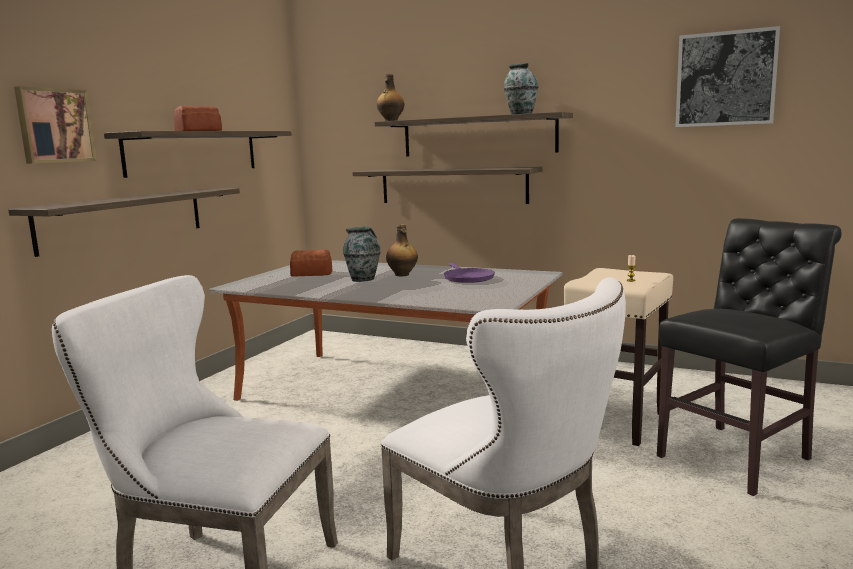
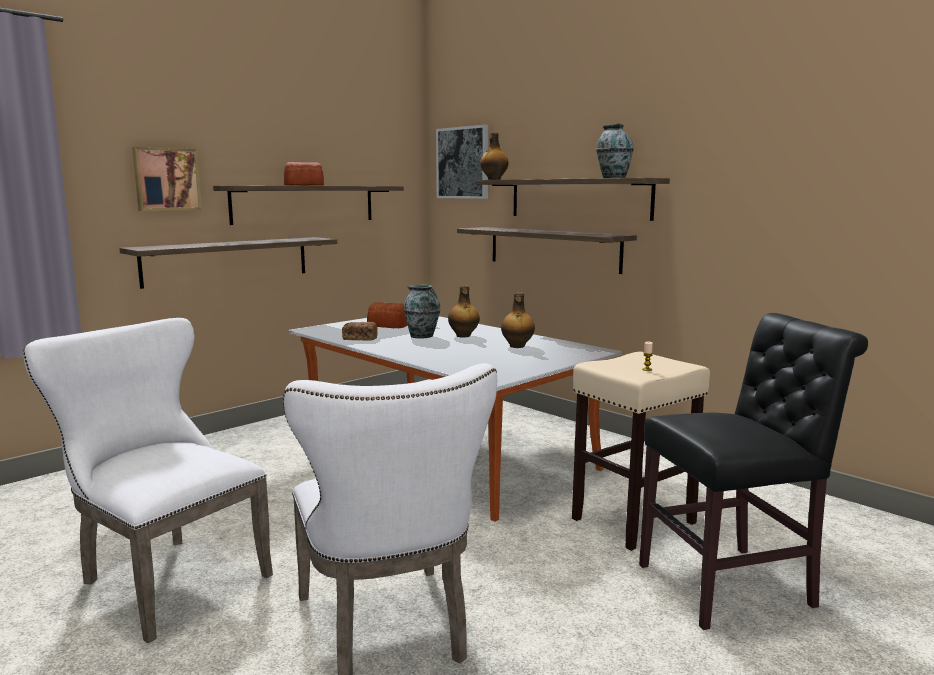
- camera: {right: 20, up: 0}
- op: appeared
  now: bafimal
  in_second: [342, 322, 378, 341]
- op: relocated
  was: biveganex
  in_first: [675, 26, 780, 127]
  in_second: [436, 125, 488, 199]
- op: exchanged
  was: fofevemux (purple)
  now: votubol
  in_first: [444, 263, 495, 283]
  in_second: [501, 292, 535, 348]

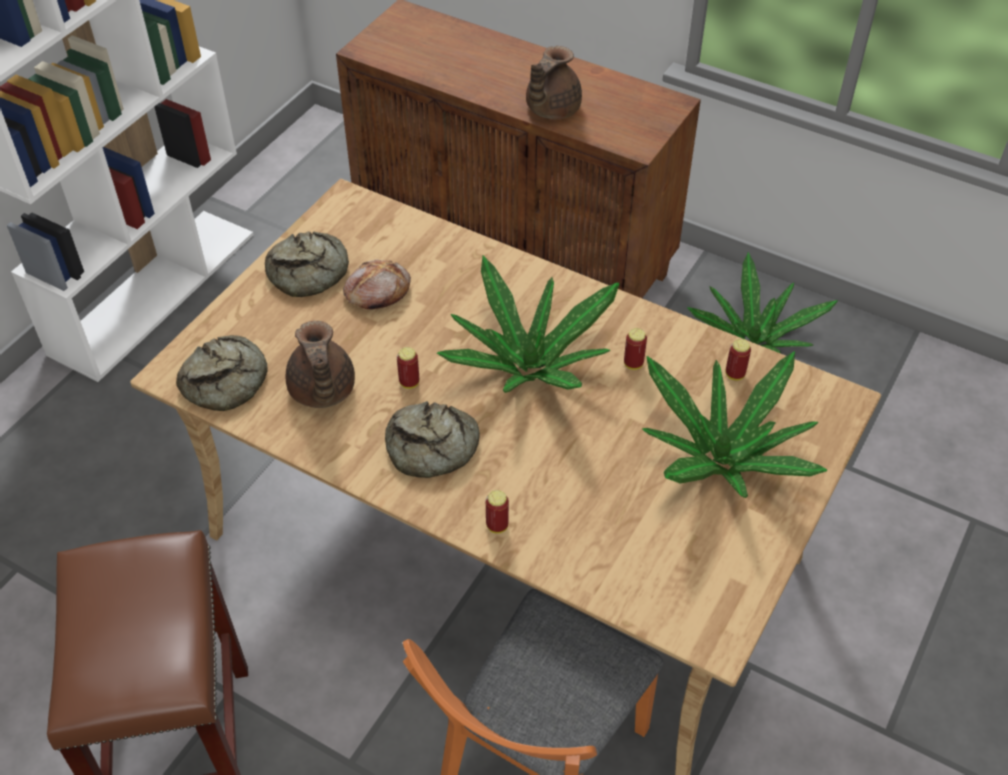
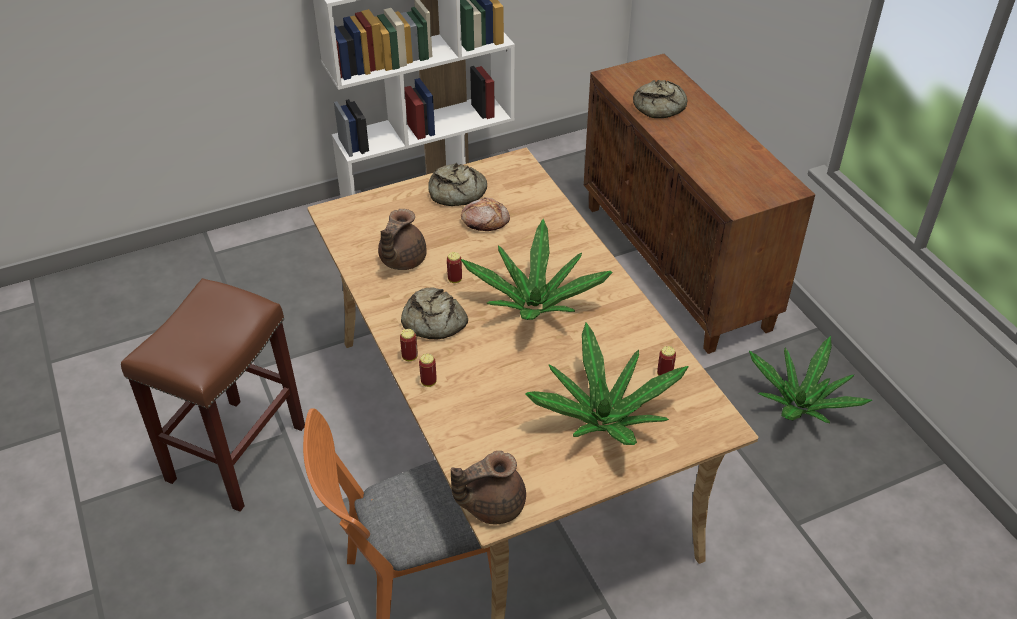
- camera: {right: 35, up: -5}
- op: relocated
  was: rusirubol
  in_first: [624, 328, 647, 370]
  in_second: [400, 329, 418, 361]
- op: relocated
  was: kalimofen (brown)
  in_first: [526, 46, 582, 119]
  in_second: [451, 451, 526, 524]
- op: relocated
  was: bafimal
  in_first: [176, 335, 268, 411]
  in_second: [633, 80, 687, 118]

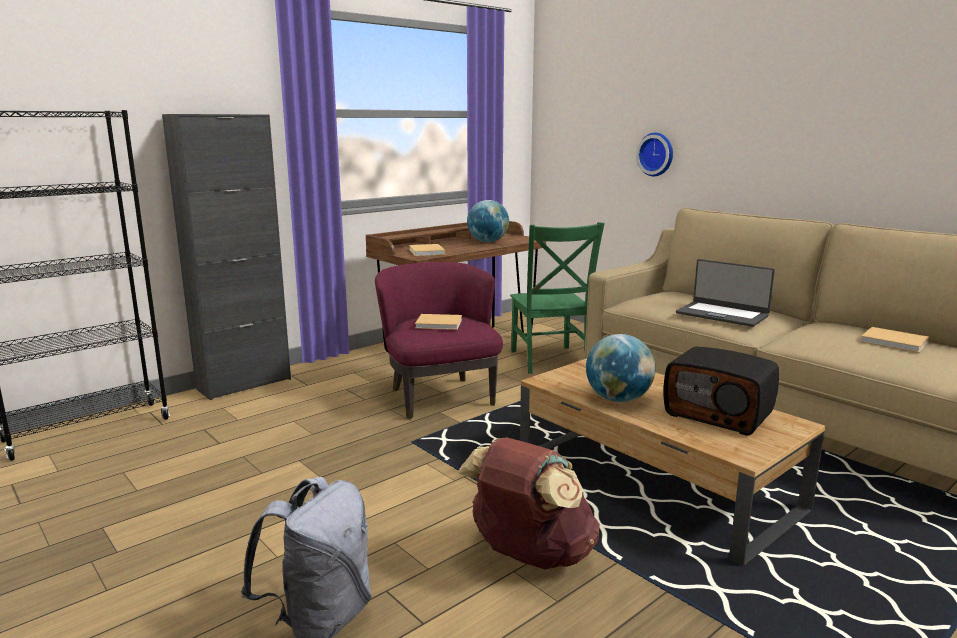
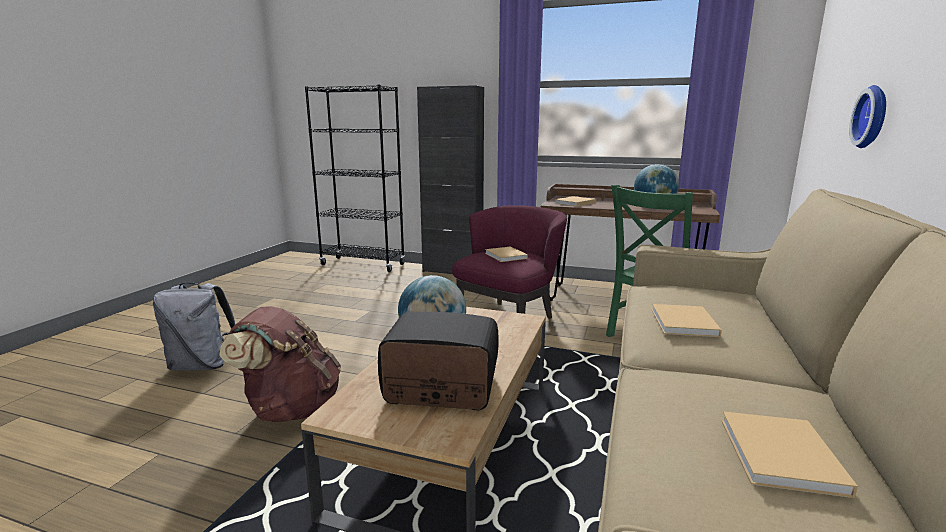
- camera: {right: 60, up: 0}
- op: spun
  was: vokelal
  in_first: [663, 347, 779, 436]
  in_second: [378, 312, 498, 410]
  clockwise: 90
- op: exchanged
  was: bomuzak
  now: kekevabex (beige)
  in_first: [676, 259, 775, 327]
  in_second: [652, 304, 722, 337]

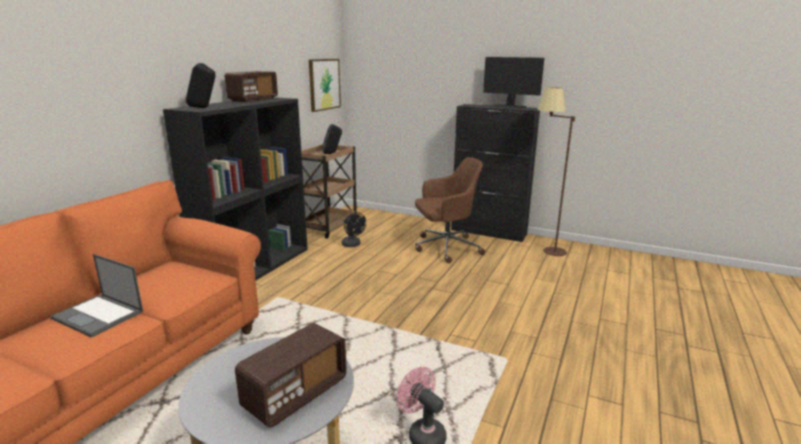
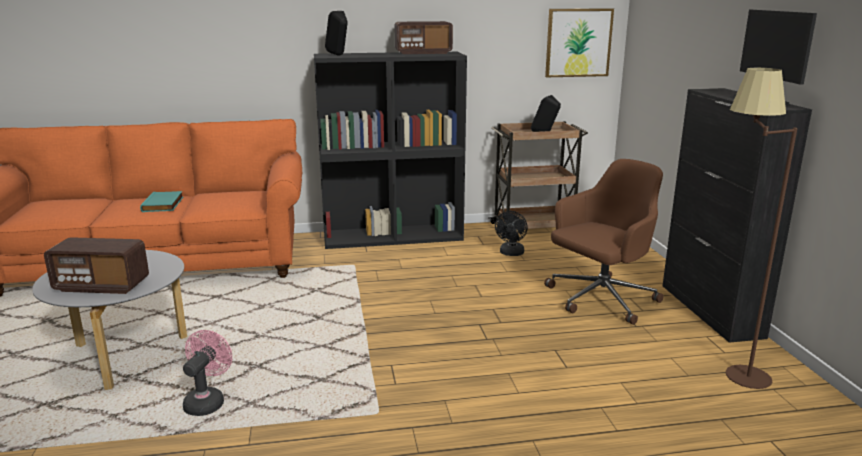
- camera: {right: 55, up: 0}
- op: exchanged
  was: bomuzak
  now: kekevabex (turquoise)
  in_first: [50, 254, 143, 338]
  in_second: [140, 191, 183, 212]
- op: spun
  was: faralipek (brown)
  in_first: [415, 157, 485, 263]
  in_second: [544, 159, 664, 325]
  clockwise: -75

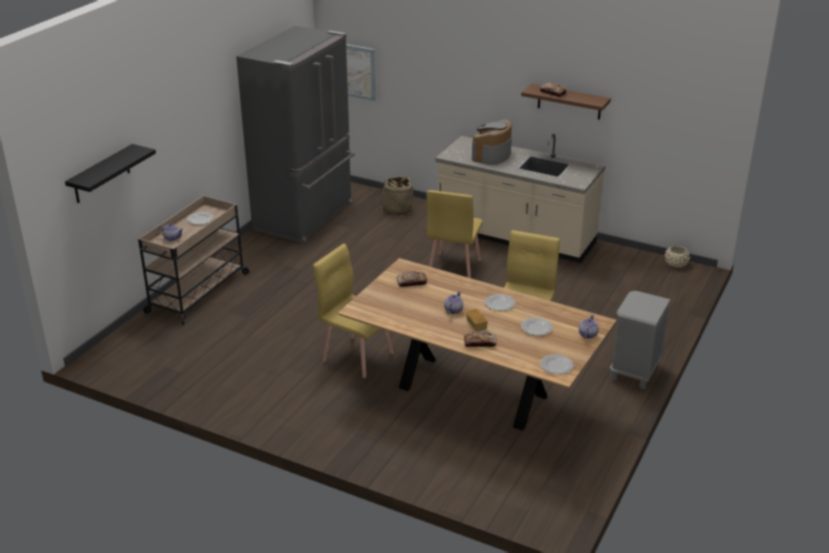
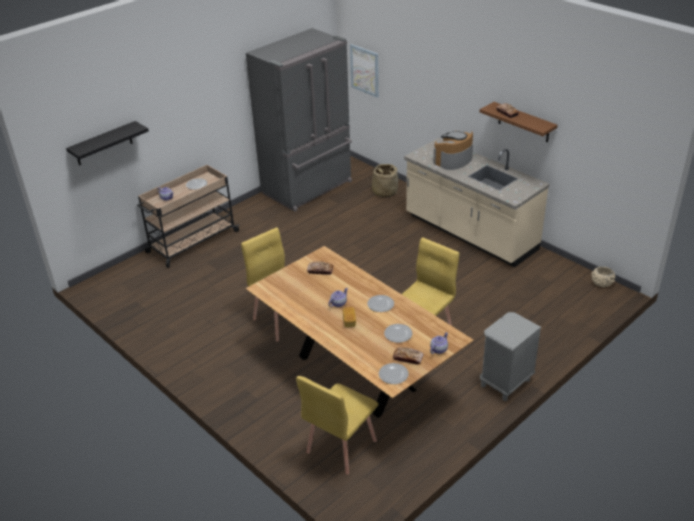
- camera: {right: 20, up: 5}
- op: relocated
  was: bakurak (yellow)
  in_first: [427, 190, 483, 278]
  in_second: [296, 376, 378, 475]
- op: relocated
  was: bafimal
  in_first: [464, 331, 497, 347]
  in_second: [393, 347, 424, 365]

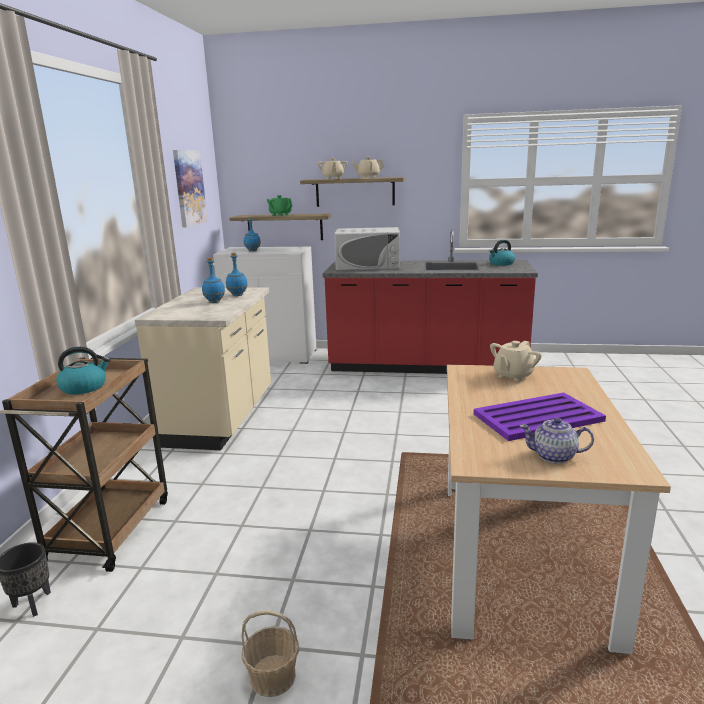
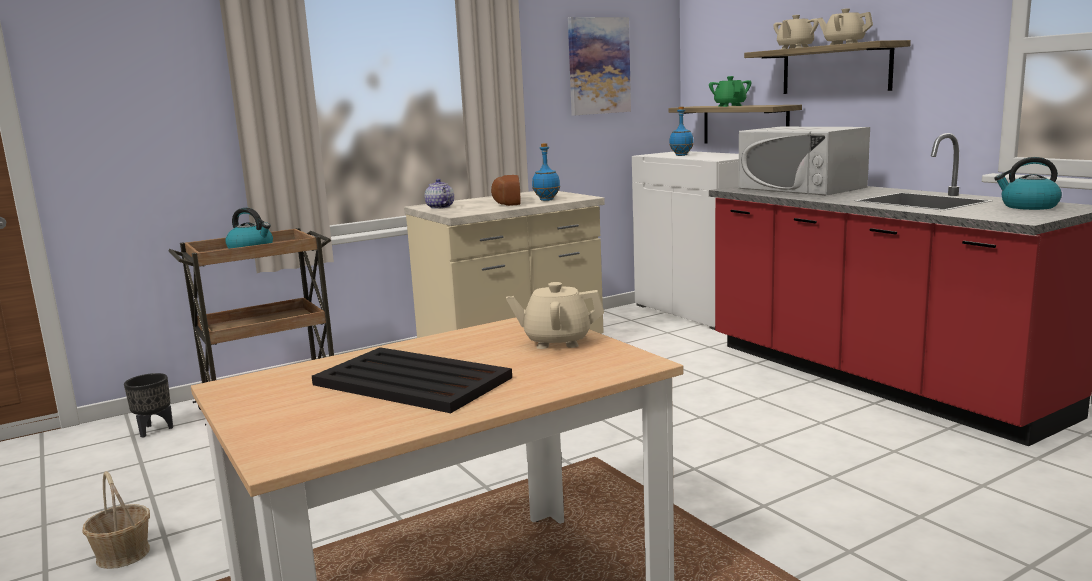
- camera: {right: 50, up: -5}
- op: colour
  was: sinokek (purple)
  now: sinokek (black)
  in_first: [474, 392, 606, 441]
  in_second: [312, 347, 512, 413]
- op: relocated
  was: kalimofen
  in_first: [520, 418, 594, 464]
  in_second: [425, 179, 454, 209]
- op: exchanged
  was: votubol (blue)
  now: bafimal
  in_first: [202, 258, 225, 303]
  in_second: [491, 175, 521, 206]

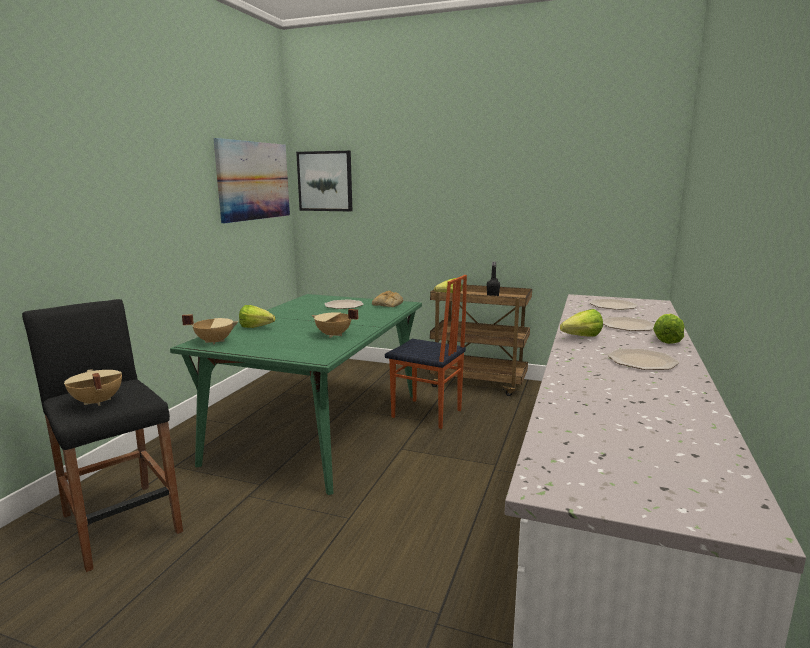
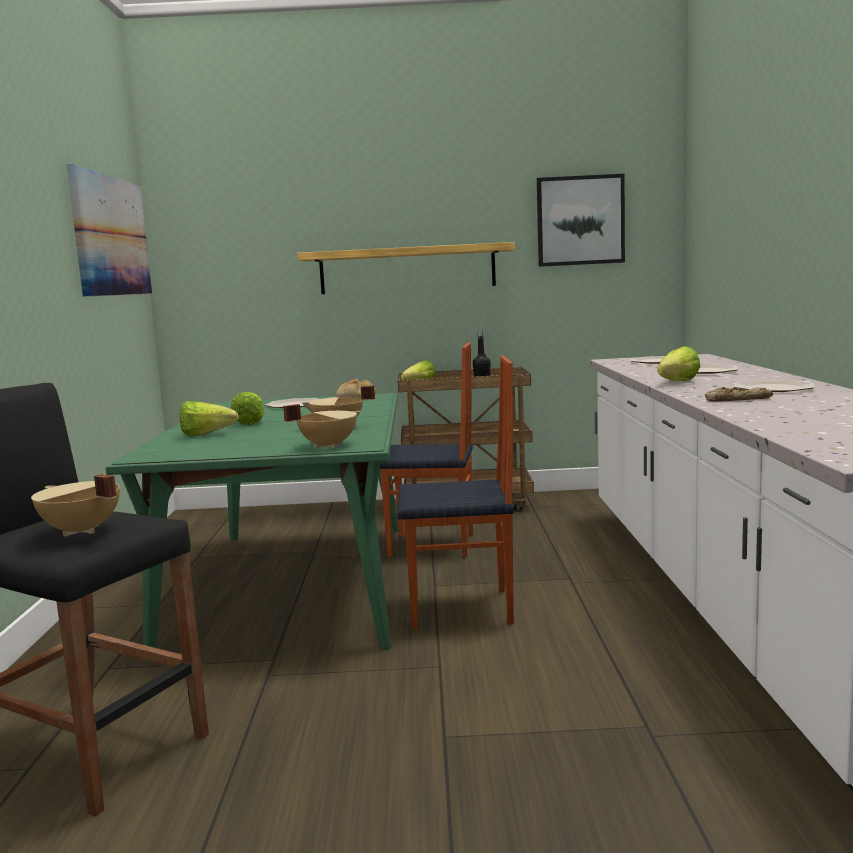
- camera: {right: -20, up: -5}
- op: relocated
  was: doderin
  in_first: [653, 314, 684, 344]
  in_second: [231, 392, 264, 425]
- op: relocated
  was: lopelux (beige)
  in_first: [182, 314, 239, 345]
  in_second: [283, 404, 361, 448]
- op: appeared
  now: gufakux
  in_second: [297, 242, 515, 294]
- op: appeared
  now: bakurak
  in_second: [397, 356, 514, 629]
- op: relocated
  was: biveganex
  in_first: [296, 151, 352, 211]
  in_second: [537, 174, 625, 267]
- op: appeared
  now: bafimal
  in_second: [705, 387, 773, 401]

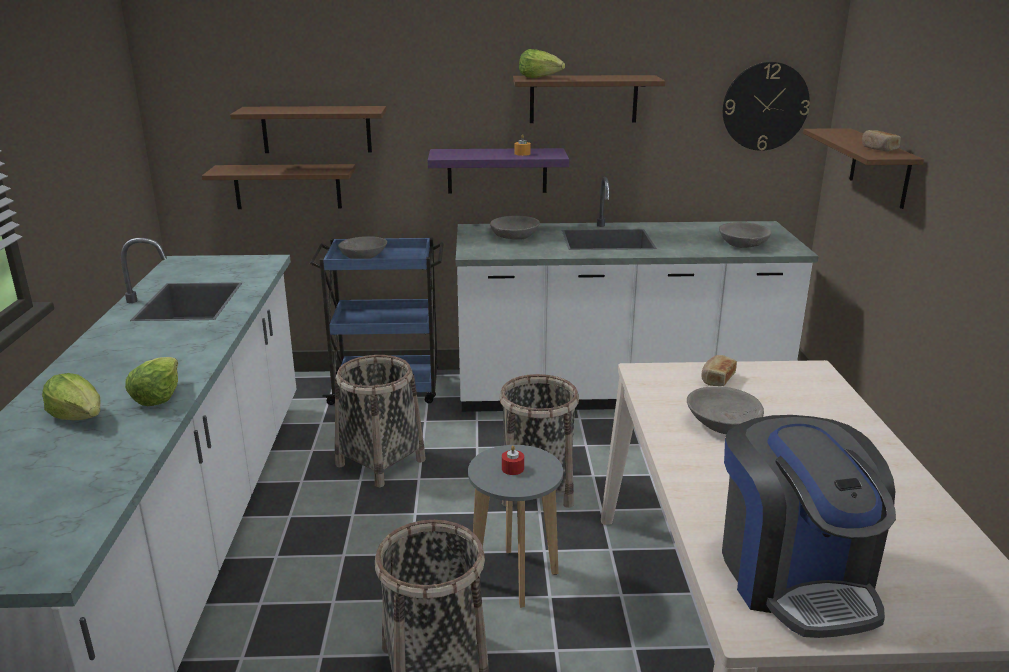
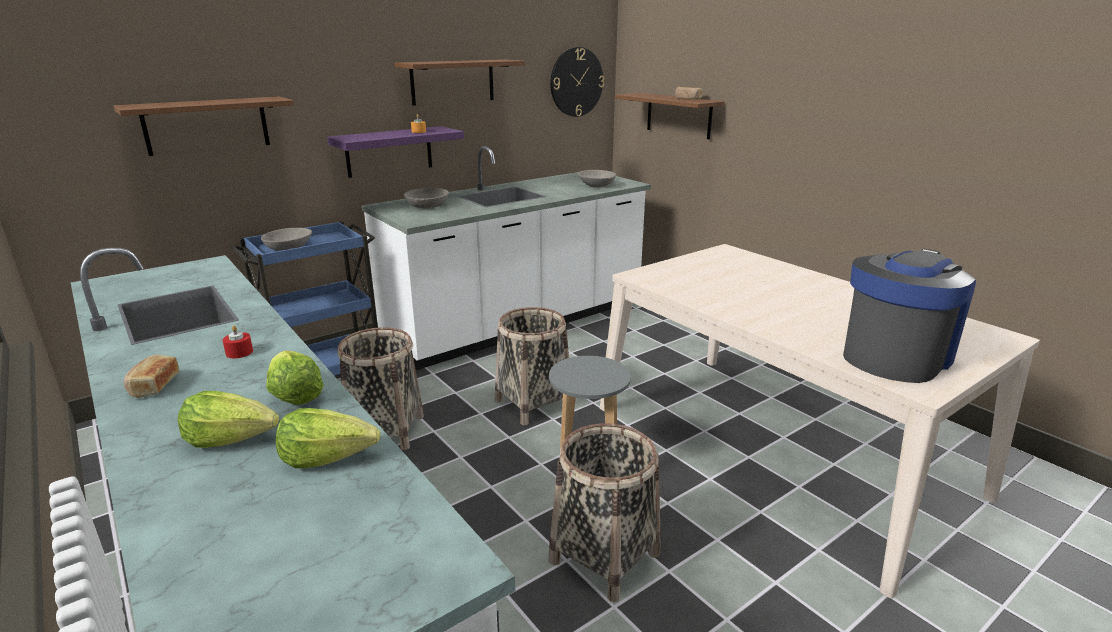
- camera: {right: -35, up: 0}
- op: relocated
  was: bafimal
  in_first: [701, 355, 737, 386]
  in_second: [124, 355, 179, 398]
- op: relocated
  was: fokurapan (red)
  in_first: [502, 445, 524, 475]
  in_second: [222, 325, 253, 358]
- op: relocated
  was: doderin
  in_first: [519, 49, 565, 78]
  in_second: [276, 408, 380, 468]
- op: spun
  was: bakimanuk
  in_first: [722, 415, 896, 638]
  in_second: [843, 249, 976, 383]
  clockwise: -90
- op: missing
  was: gufakux (brown)
  in_first: [202, 164, 356, 209]
- op: missing
  was: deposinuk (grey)
  in_first: [687, 386, 764, 434]

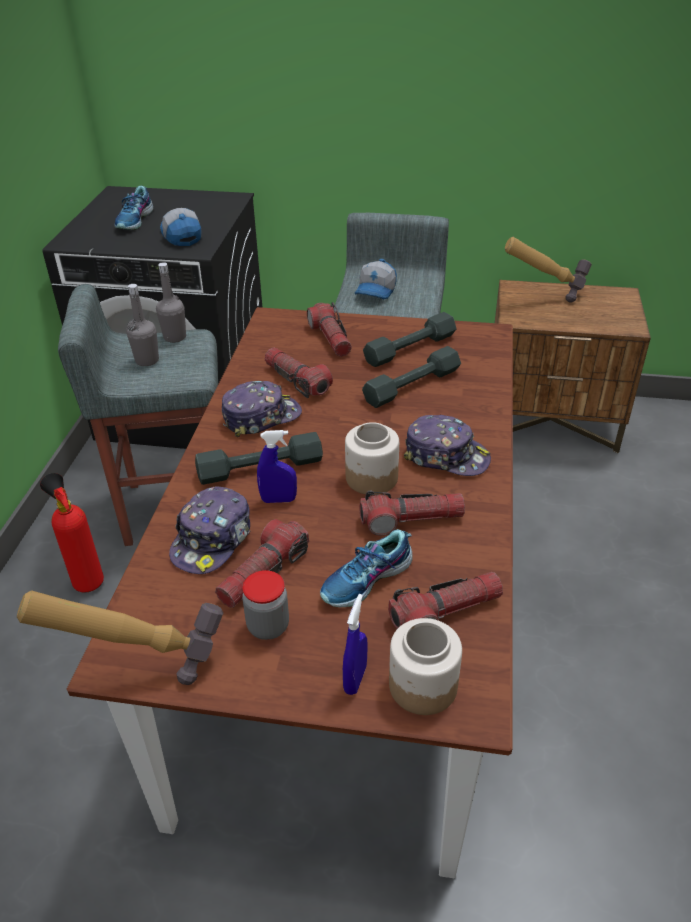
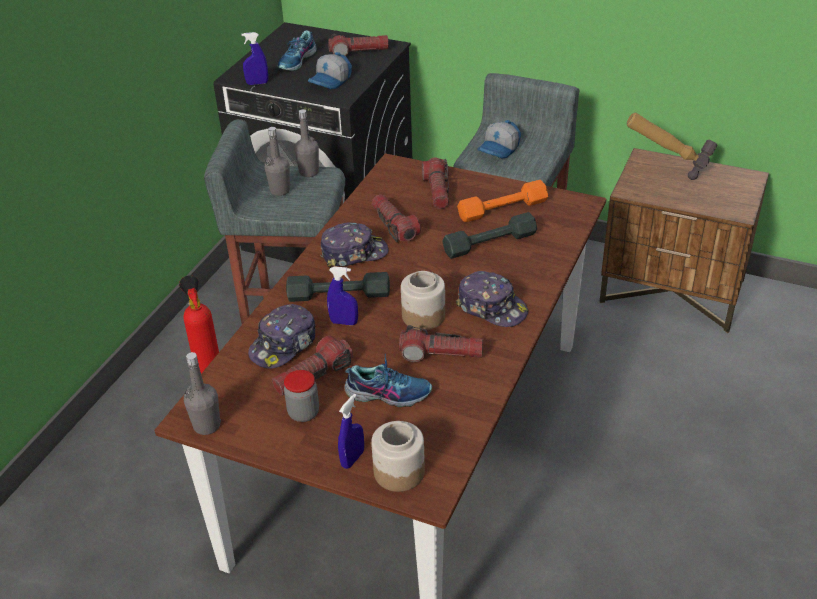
- camera: {right: 15, up: 0}
- op: exchanged
  was: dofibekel
  now: votubol (grey)
  in_first: [17, 590, 223, 685]
  in_second: [184, 352, 221, 435]
- op: appeared
  now: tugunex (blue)
  in_second: [241, 32, 268, 85]
- op: spun
  was: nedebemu
  in_first: [160, 208, 202, 246]
  in_second: [308, 52, 352, 89]
  clockwise: -135
- op: relocated
  was: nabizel
  in_first: [388, 572, 503, 629]
  in_second: [328, 34, 389, 56]
- op: spun
  was: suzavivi
  in_first: [320, 529, 413, 607]
  in_second: [344, 354, 432, 407]
  clockwise: -150
- op: colour
  was: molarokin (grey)
  now: molarokin (orange)
  in_first: [363, 312, 457, 367]
  in_second: [457, 180, 548, 222]

